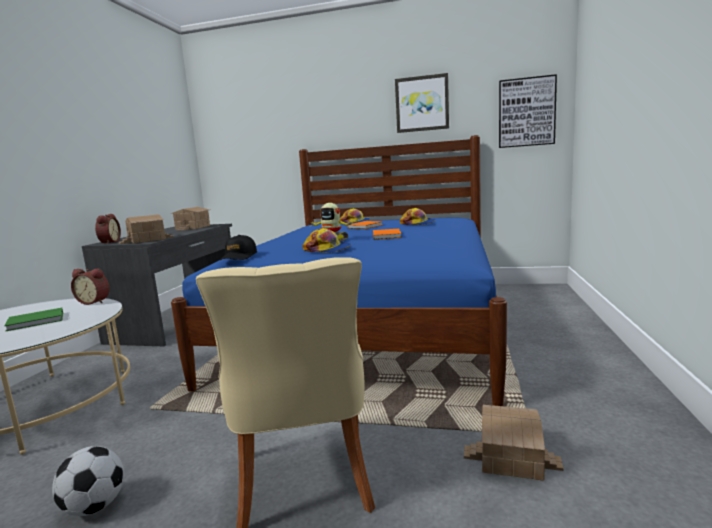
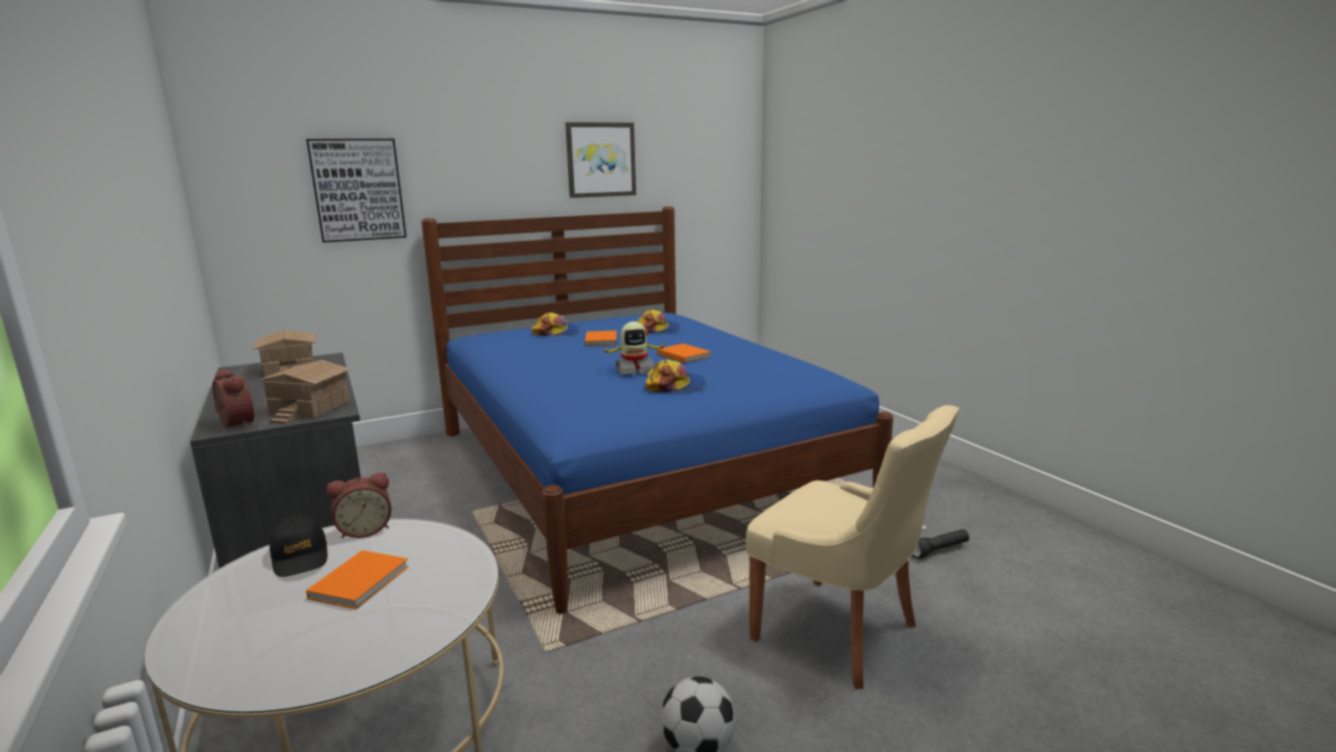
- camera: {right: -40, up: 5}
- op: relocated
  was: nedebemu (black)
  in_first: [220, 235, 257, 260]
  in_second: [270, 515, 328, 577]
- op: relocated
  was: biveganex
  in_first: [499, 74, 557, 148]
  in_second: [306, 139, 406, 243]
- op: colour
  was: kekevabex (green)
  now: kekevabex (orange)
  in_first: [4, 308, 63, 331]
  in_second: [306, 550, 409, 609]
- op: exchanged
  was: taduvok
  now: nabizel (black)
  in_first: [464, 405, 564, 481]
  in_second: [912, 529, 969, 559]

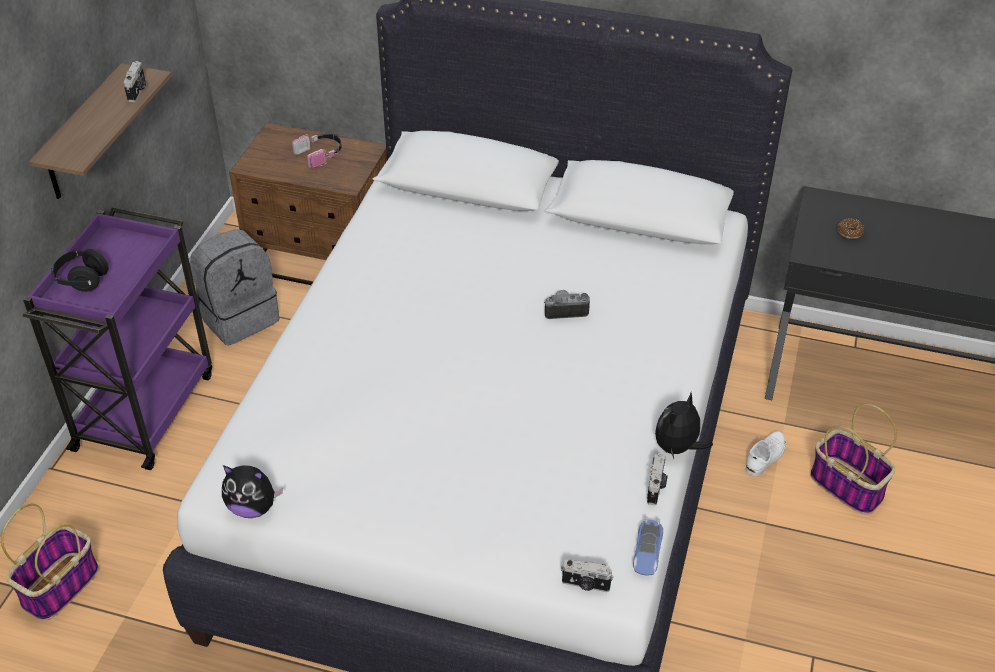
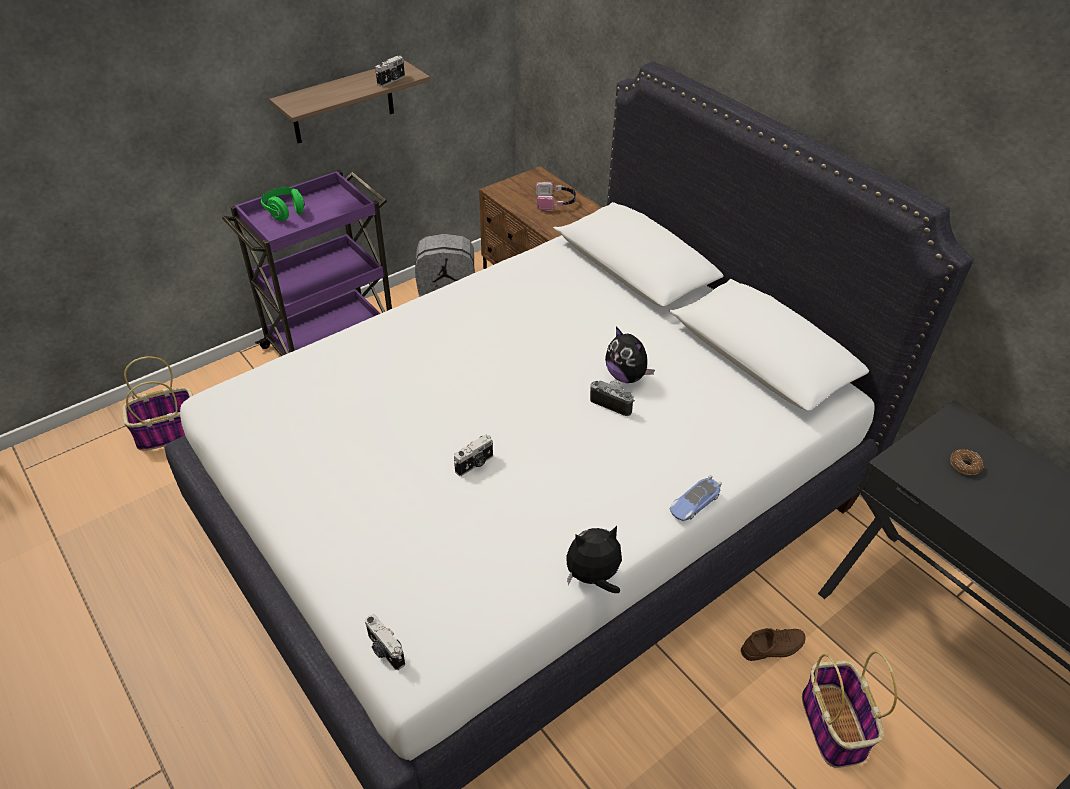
- camera: {right: 35, up: 0}
- op: colour
  was: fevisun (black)
  now: fevisun (green)
  in_first: [51, 249, 109, 292]
  in_second: [260, 187, 305, 221]
- op: relocated
  was: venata
  in_first: [647, 453, 668, 505]
  in_second: [454, 434, 493, 476]
- op: relocated
  was: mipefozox
  in_first: [222, 465, 283, 518]
  in_second: [605, 327, 655, 383]
- op: relocated
  was: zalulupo
  in_first: [633, 517, 663, 576]
  in_second: [670, 475, 722, 521]
- op: colour
  was: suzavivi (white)
  now: suzavivi (brown)
  in_first: [746, 431, 785, 476]
  in_second: [741, 628, 806, 661]

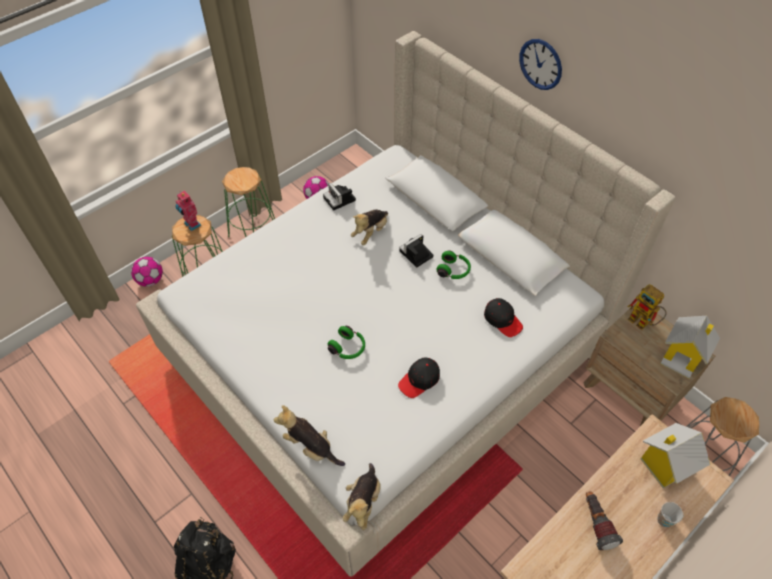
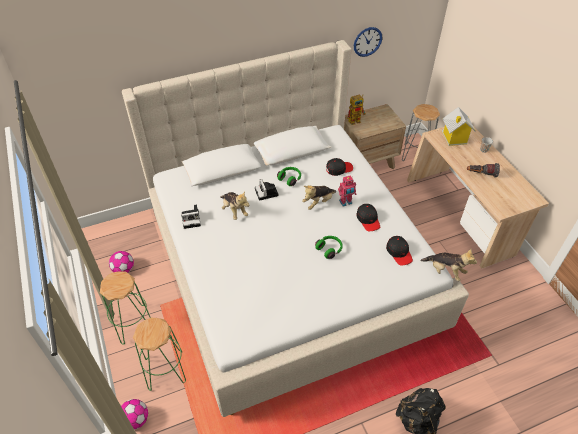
- camera: {right: -70, up: -5}
- op: relocated
  was: mipefozox
  in_first: [274, 405, 345, 466]
  in_second: [302, 185, 336, 210]
- op: relocated
  was: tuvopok
  in_first: [175, 191, 201, 231]
  in_second: [338, 175, 356, 207]
- op: relocated
  was: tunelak
  in_first: [519, 39, 562, 90]
  in_second: [354, 27, 382, 57]
- op: appeared
  now: nedebemu (black)
  in_second: [386, 236, 413, 266]
- op: missing
  was: taduvok
  in_first: [660, 316, 720, 378]

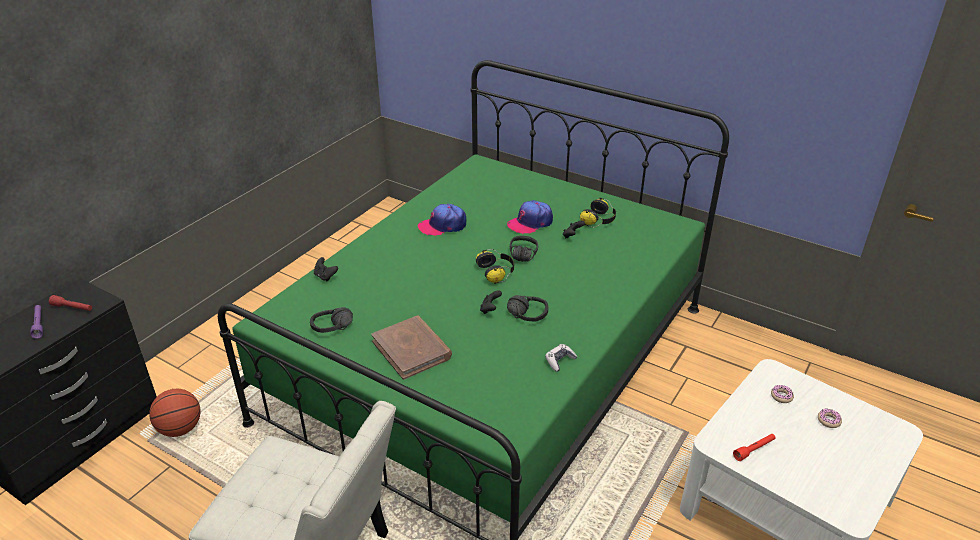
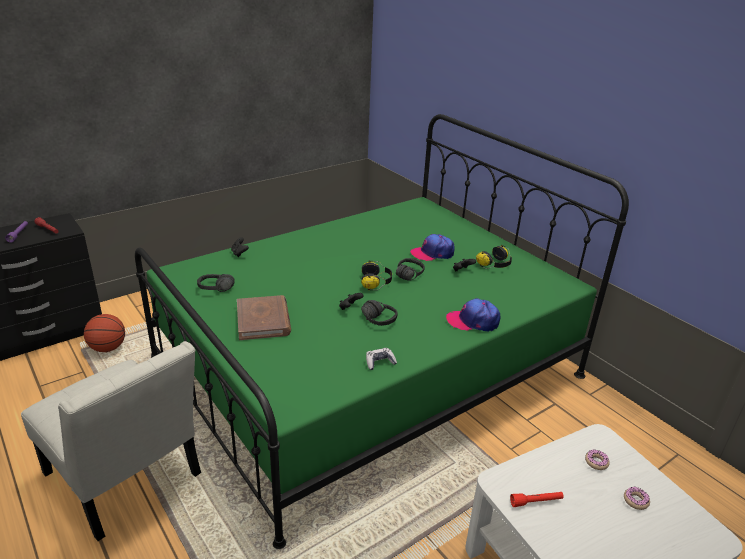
- camera: {right: 20, up: -5}
- op: relocated
  was: nedebemu
  in_first: [417, 204, 466, 236]
  in_second: [446, 298, 501, 332]

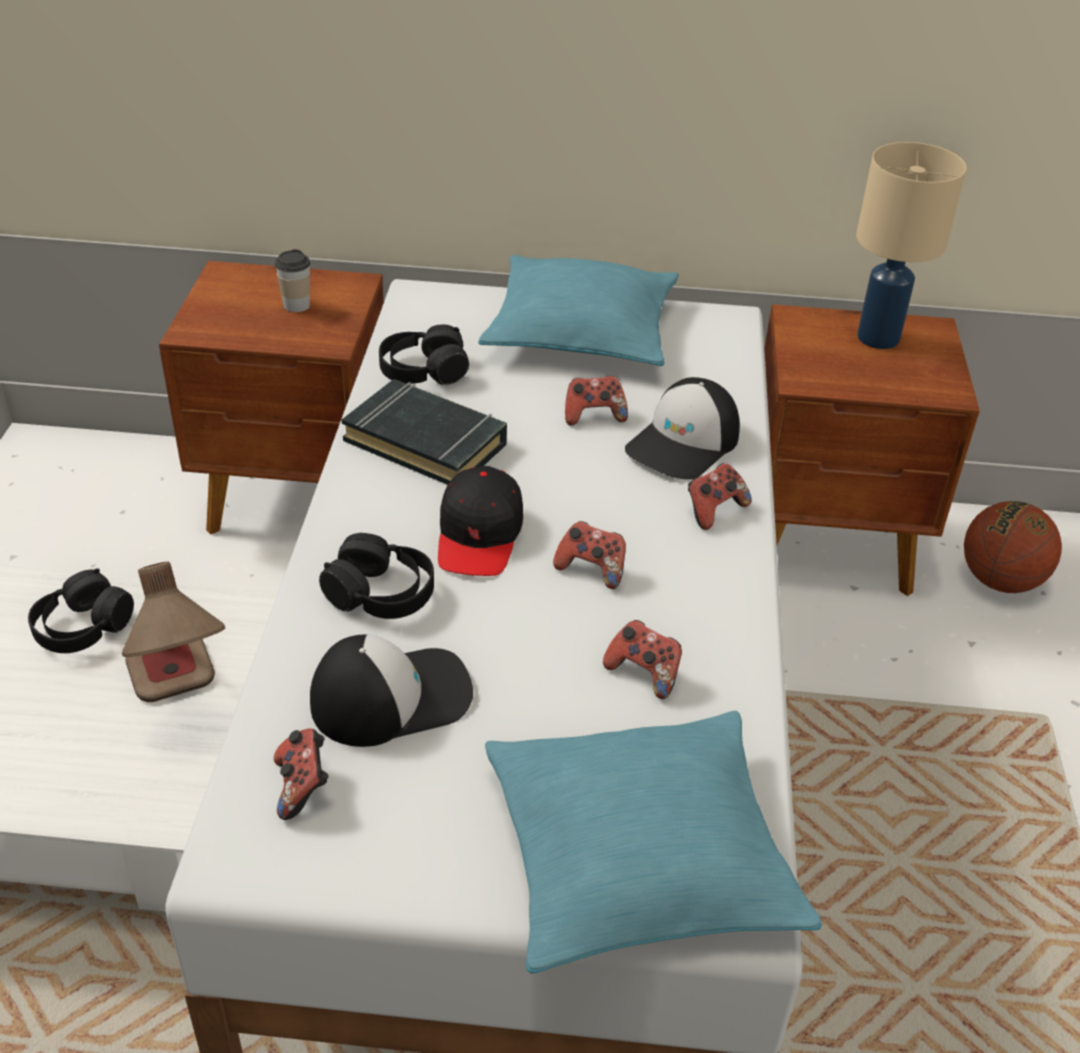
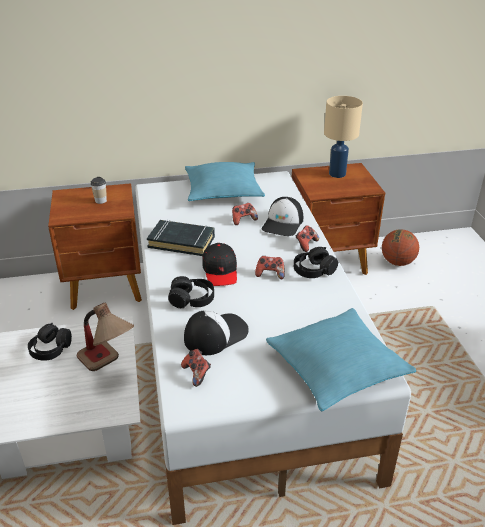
- camera: {right: -15, up: -5}
- op: relocated
  was: fevisun (black)
  in_first: [379, 324, 469, 385]
  in_second: [294, 247, 338, 278]
- op: missing
  was: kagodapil
  in_first: [603, 620, 682, 699]

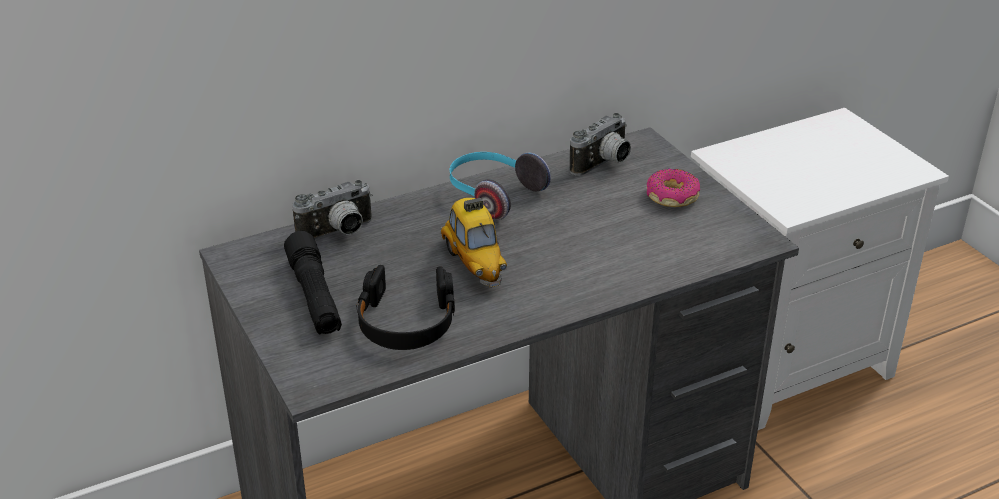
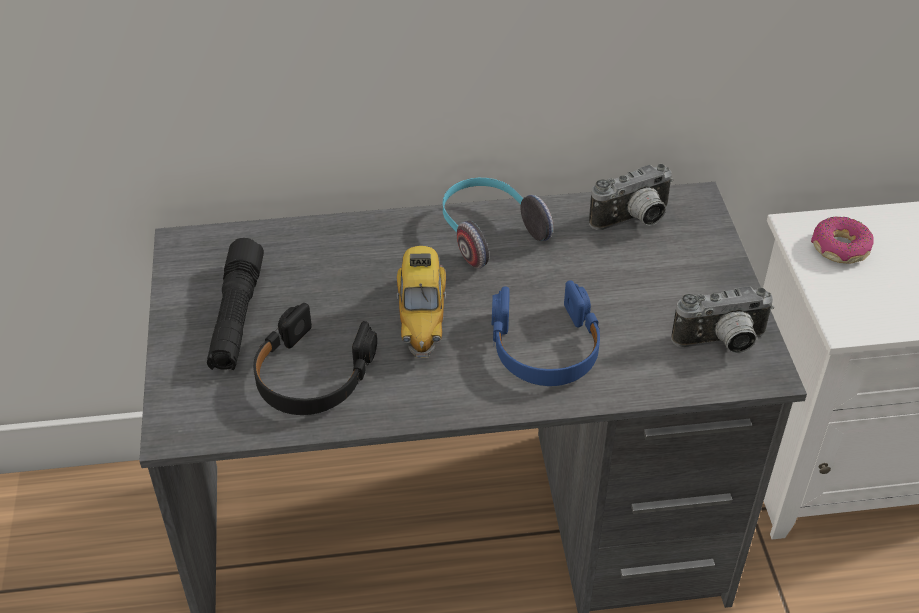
- camera: {right: 20, up: 10}
- op: appeared
  now: fevisun (blue)
  in_second: [492, 280, 600, 386]
- op: relocated
  was: venata
  in_first: [292, 180, 372, 240]
  in_second: [671, 286, 774, 353]
- op: relocated
  was: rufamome
  in_first: [647, 169, 700, 207]
  in_second: [811, 216, 874, 264]

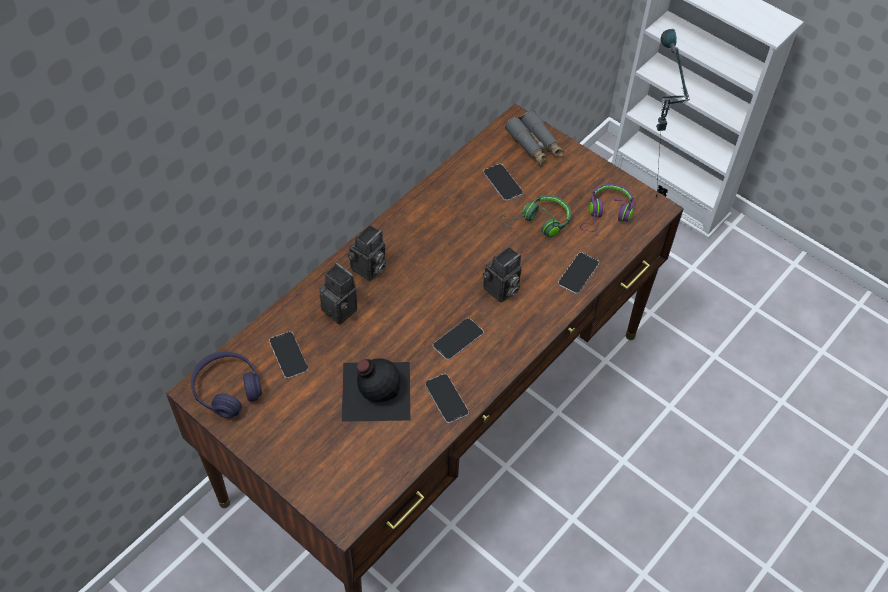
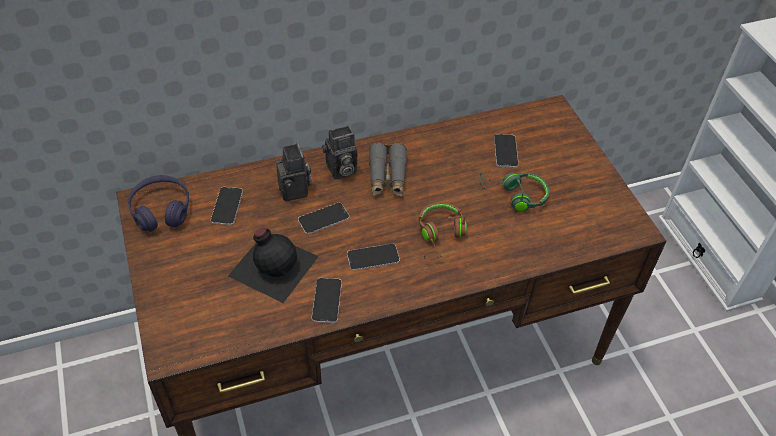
- camera: {right: 30, up: -5}
- op: relocated
  was: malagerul
  in_first: [558, 252, 599, 294]
  in_second: [298, 203, 350, 234]
- op: relocated
  was: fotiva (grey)
  in_first: [505, 110, 564, 165]
  in_second: [369, 143, 407, 197]
- op: exchanged
  was: venata
  now: fevisun (brown)
  in_first: [483, 247, 522, 303]
  in_second: [419, 202, 467, 260]
- op: missing
  was: fevisun (purple)
  in_first: [580, 184, 634, 232]
- op: missing
  was: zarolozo
  in_first: [656, 29, 690, 197]

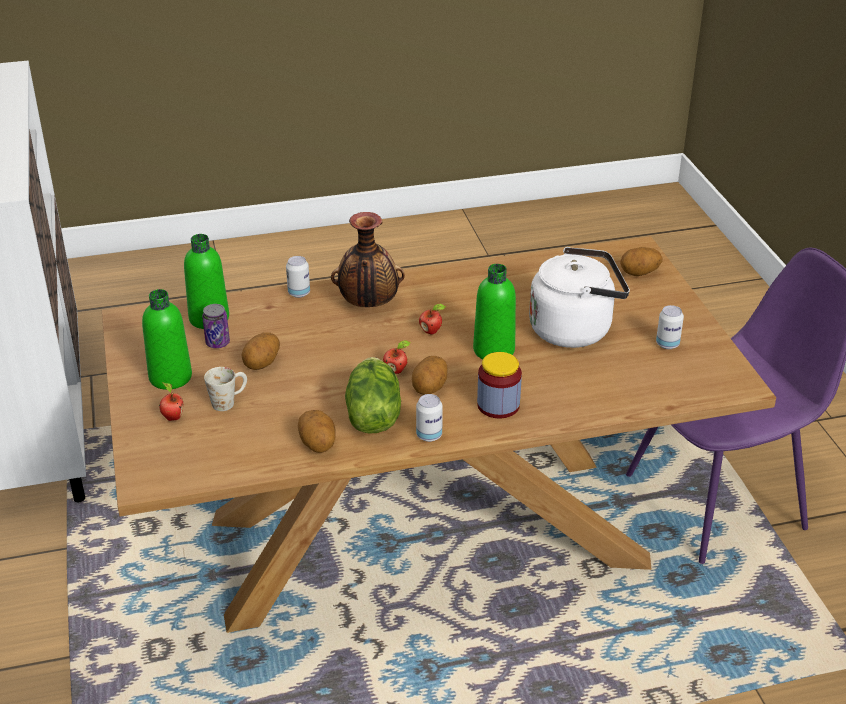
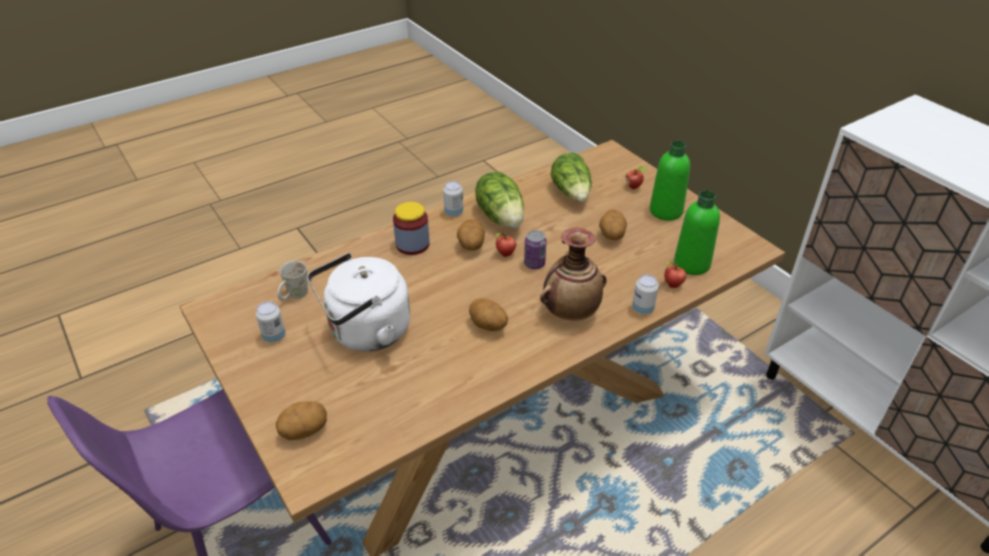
- camera: {right: 160, up: 5}
- op: relocated
  was: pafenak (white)
  in_first: [204, 367, 247, 411]
  in_second: [277, 261, 308, 300]
- op: relocated
  was: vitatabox
  in_first: [298, 410, 336, 453]
  in_second: [469, 298, 508, 331]
- op: relocated
  was: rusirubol
  in_first: [202, 304, 230, 348]
  in_second: [524, 230, 546, 269]
- op: appeared
  now: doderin
  in_second: [551, 153, 592, 202]
- op: relocated
  was: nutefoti
  in_first: [419, 304, 446, 335]
  in_second: [664, 262, 687, 288]
- op: missing
  was: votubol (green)
  in_first: [473, 264, 516, 359]

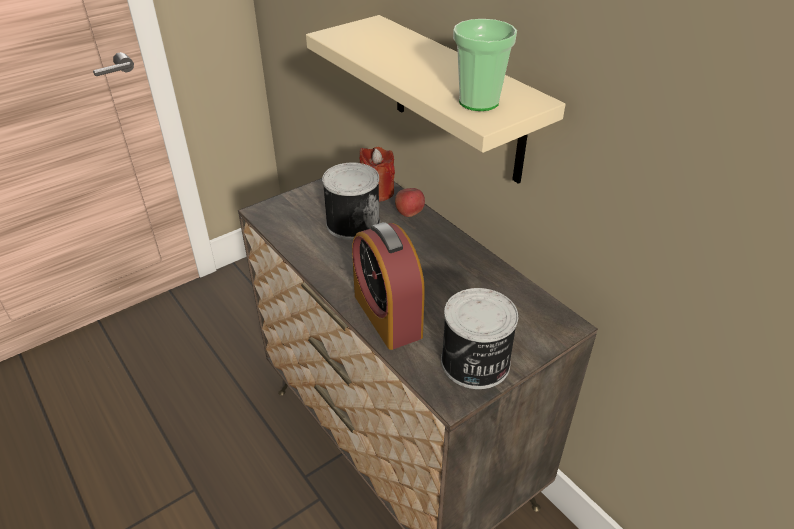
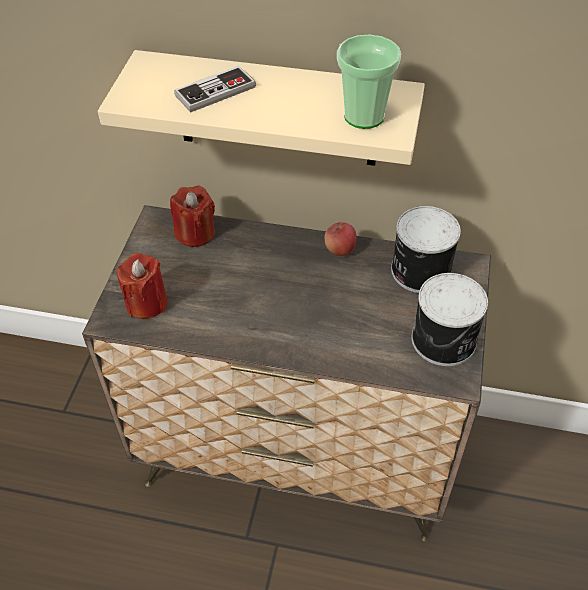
- camera: {right: -40, up: 10}
- op: appeared
  now: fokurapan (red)
  in_second: [117, 253, 168, 319]
- op: appeared
  now: kagodapil
  in_second: [174, 66, 256, 113]
- op: relocated
  was: nutefoti
  in_first: [395, 188, 425, 217]
  in_second: [324, 222, 357, 256]
- op: relocated
  was: rusirubol
  in_first: [322, 162, 380, 240]
  in_second: [391, 206, 461, 293]
- op: missing
  was: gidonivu
  in_first: [352, 222, 425, 350]

